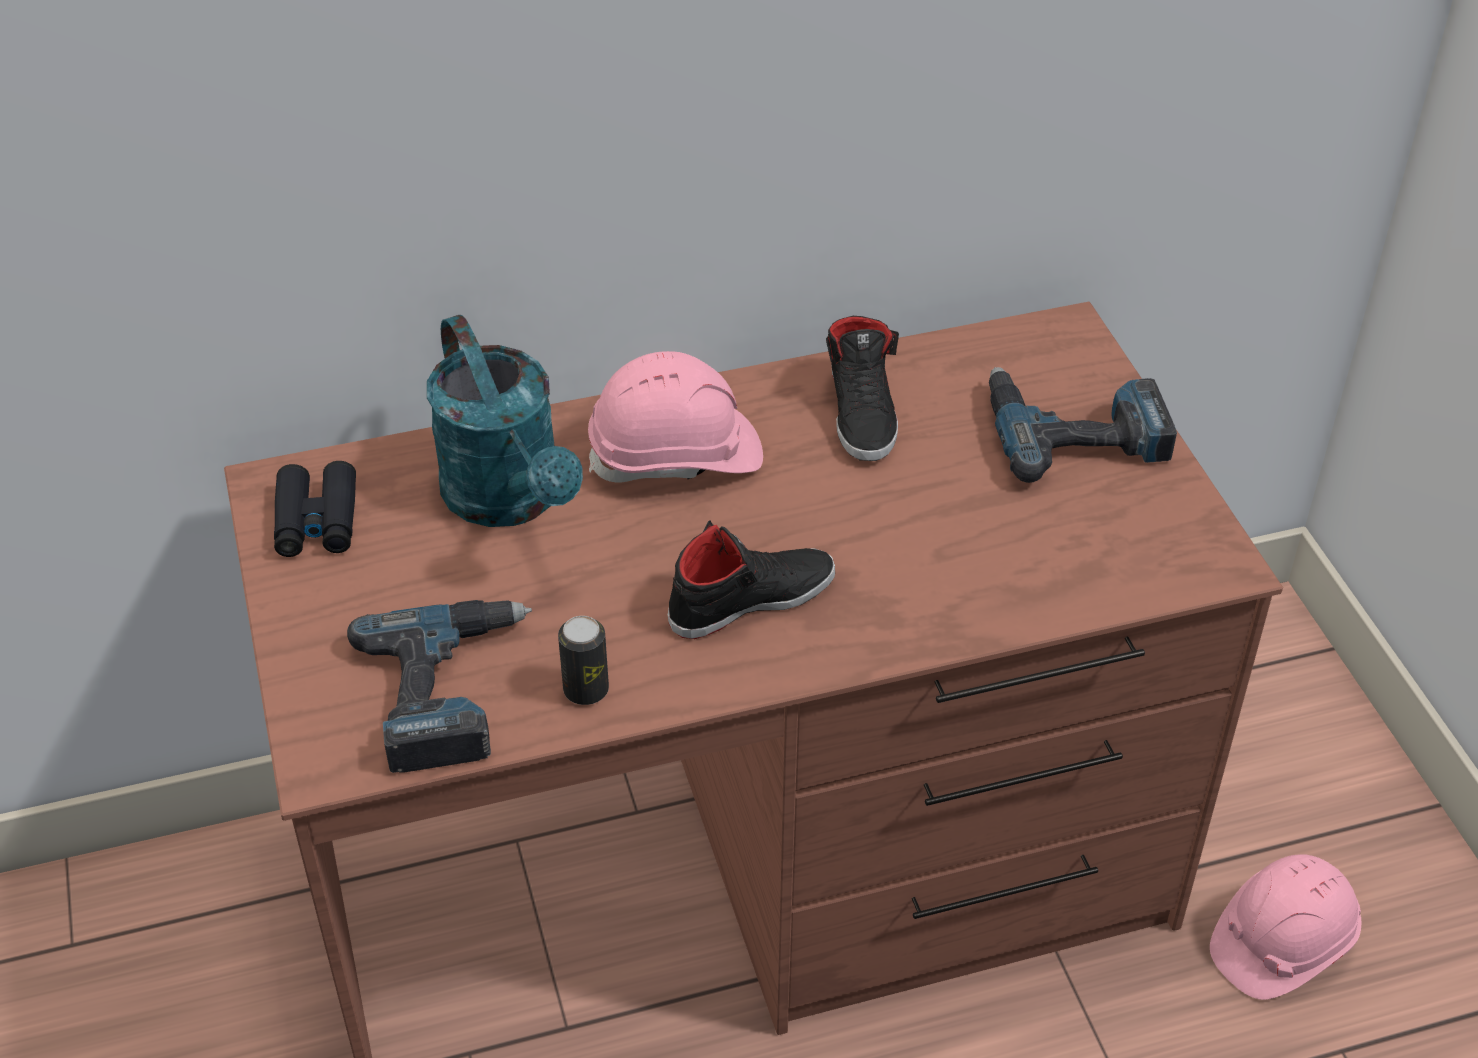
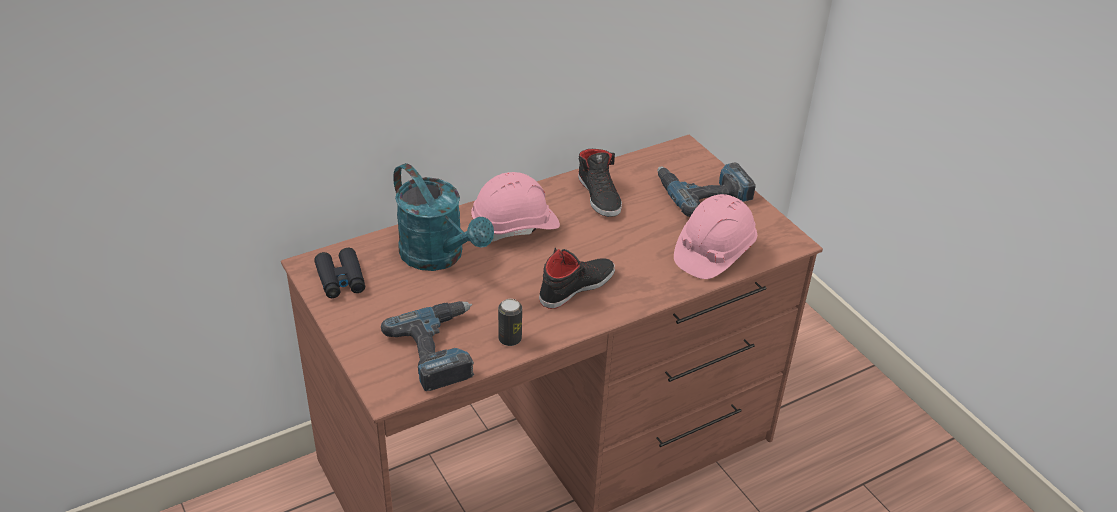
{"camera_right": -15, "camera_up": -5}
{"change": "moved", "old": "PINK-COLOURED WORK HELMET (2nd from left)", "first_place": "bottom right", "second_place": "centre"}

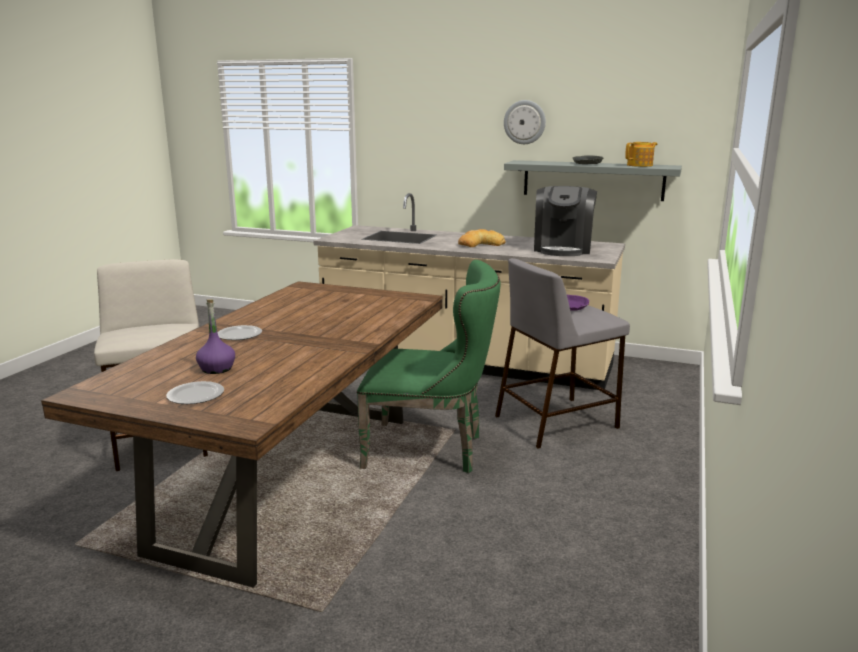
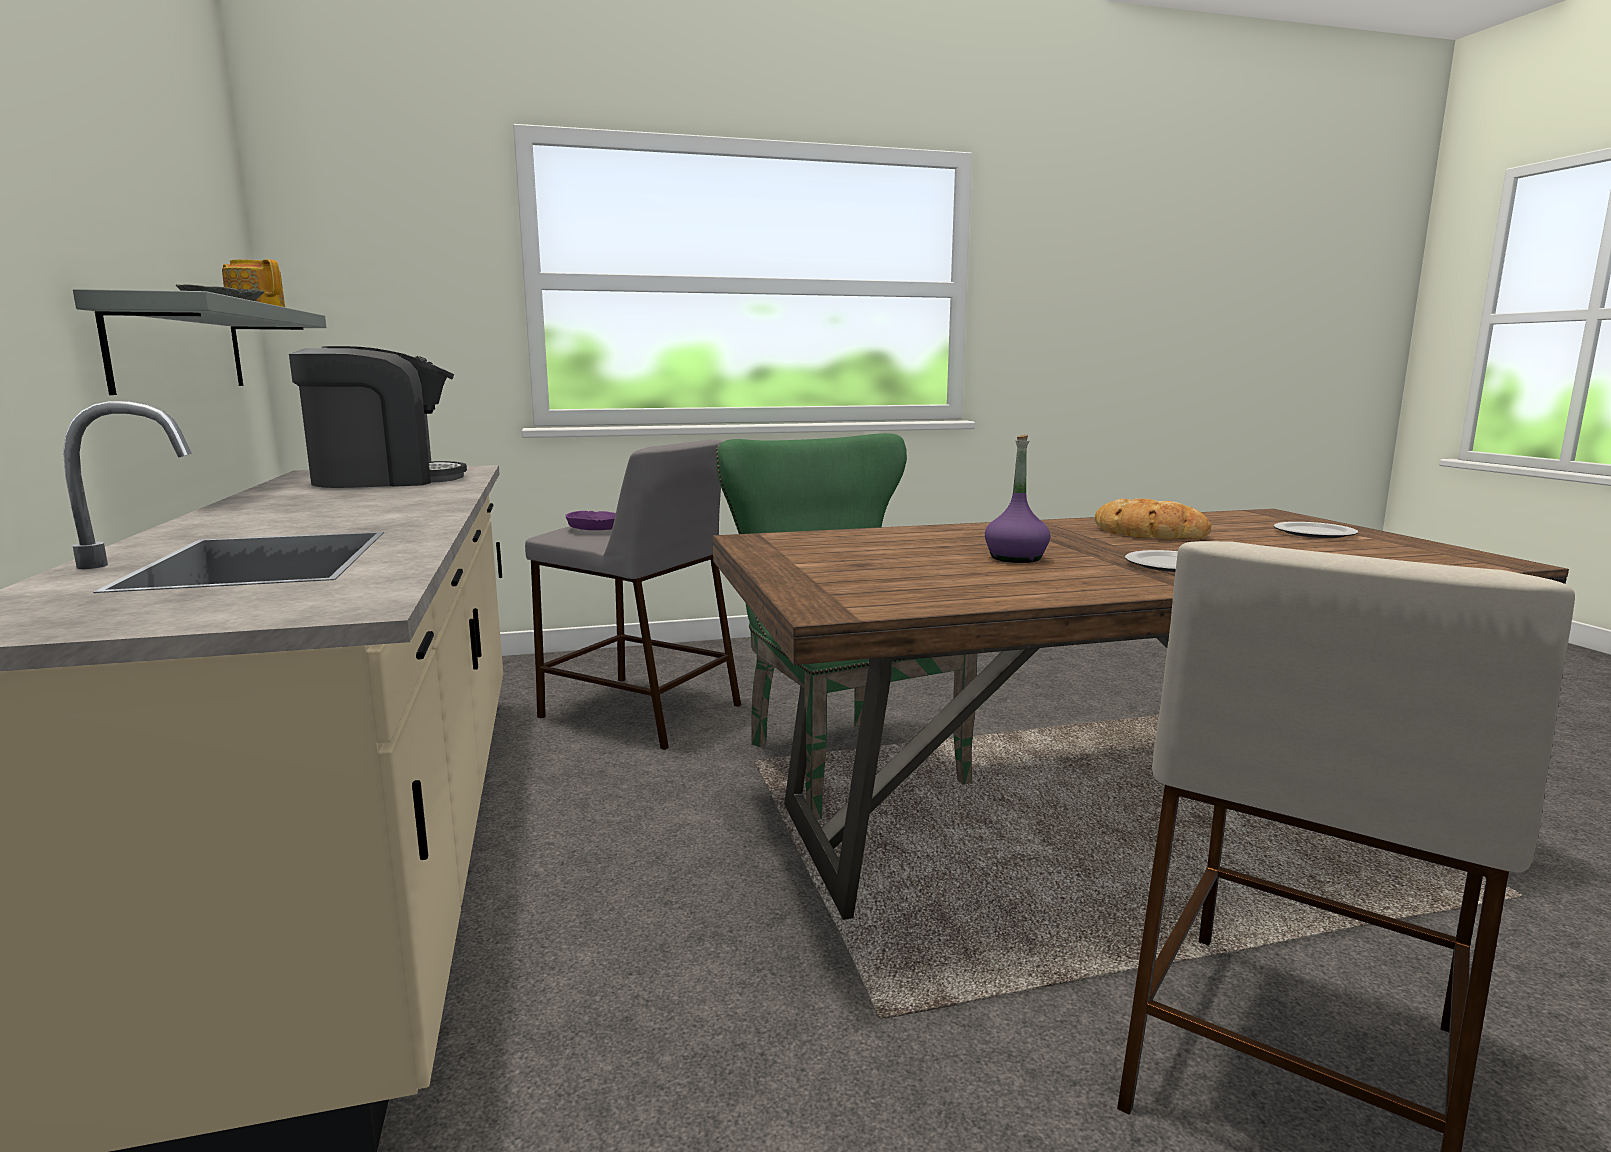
{"camera_right": -125, "camera_up": -5}
{"change": "moved", "old": "PURPLE-COLOURED BOTTLE", "first_place": "middle left", "second_place": "centre"}
{"change": "moved", "old": "BREAD", "first_place": "centre", "second_place": "middle right"}
{"change": "removed", "old": "CLOCK ON THE WALL", "first_place": "top centre"}

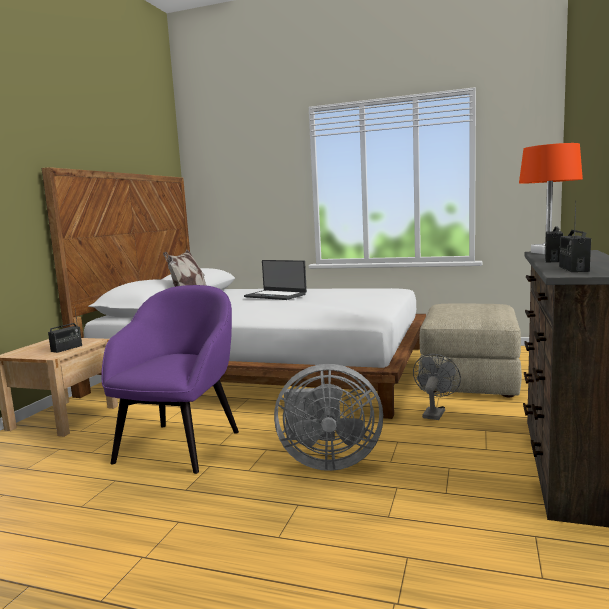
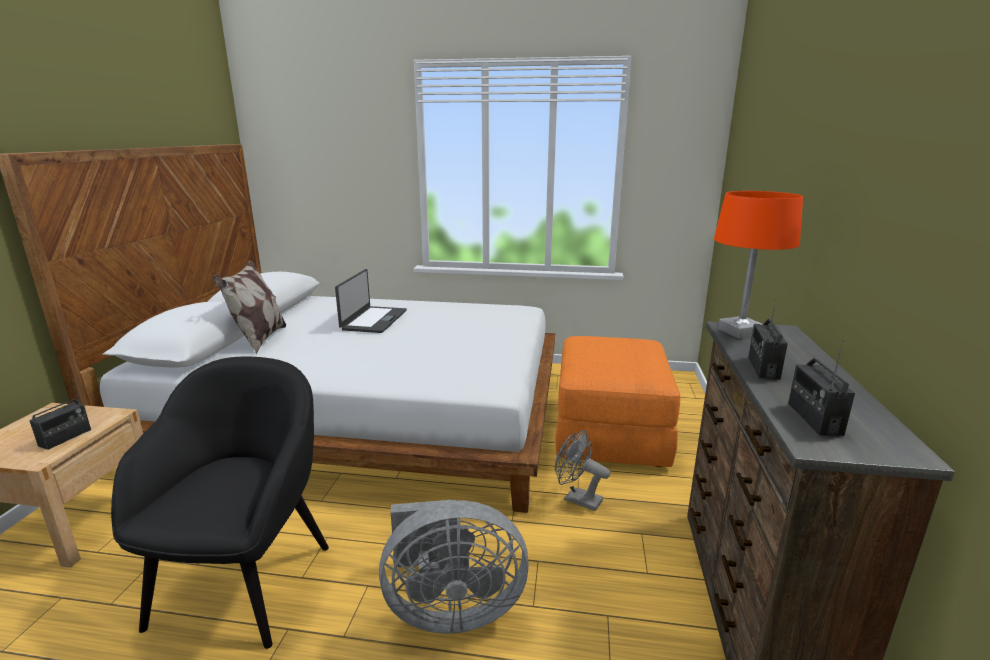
{"camera_right": -10, "camera_up": 10}
{"change": "recoloured", "old": "PURPLE-COLOURED EASY CHAIR", "new": "BLACKISH EASY CHAIR", "first_place": "middle left", "second_place": "bottom left"}
{"change": "turned", "old": "LAPTOP", "first_place": "centre", "second_place": "centre", "degrees": -105}
{"change": "turned", "old": "GREYISH ELECTRIC FAN (2nd from left)", "first_place": "middle right", "second_place": "bottom centre", "degrees": -75}
{"change": "recoloured", "old": "BEIGE-COLOURED FOOTREST", "new": "ORANGE FOOTREST", "first_place": "middle right", "second_place": "centre"}

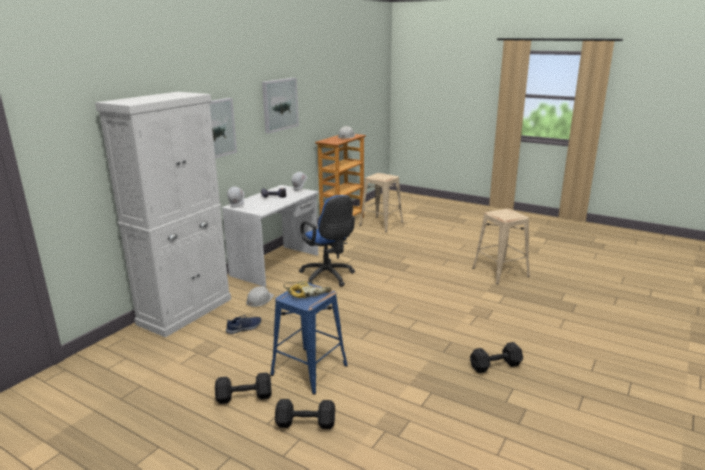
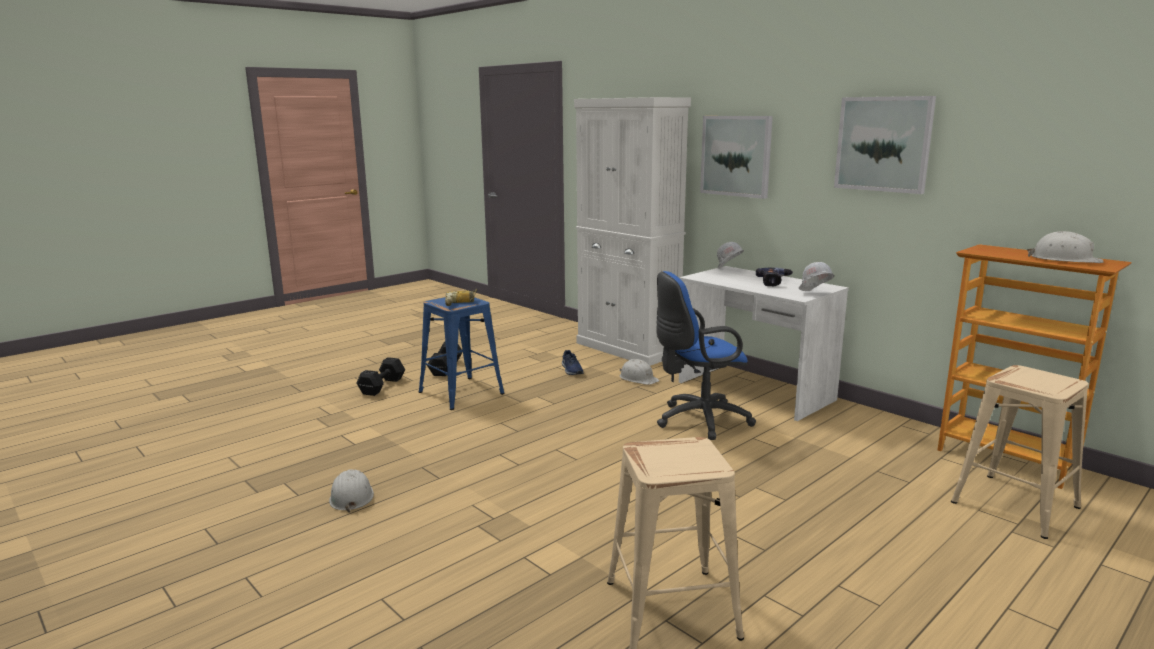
{"camera_right": 105, "camera_up": -5}
{"change": "replaced", "old": "BLACKISH DUMBBELL (3rd from left)", "new": "WHITISH WORK HELMET (1st from left)", "first_place": "bottom right", "second_place": "bottom left"}

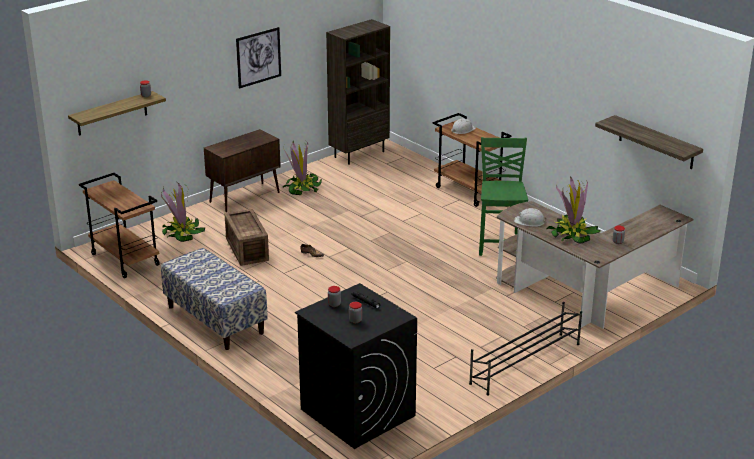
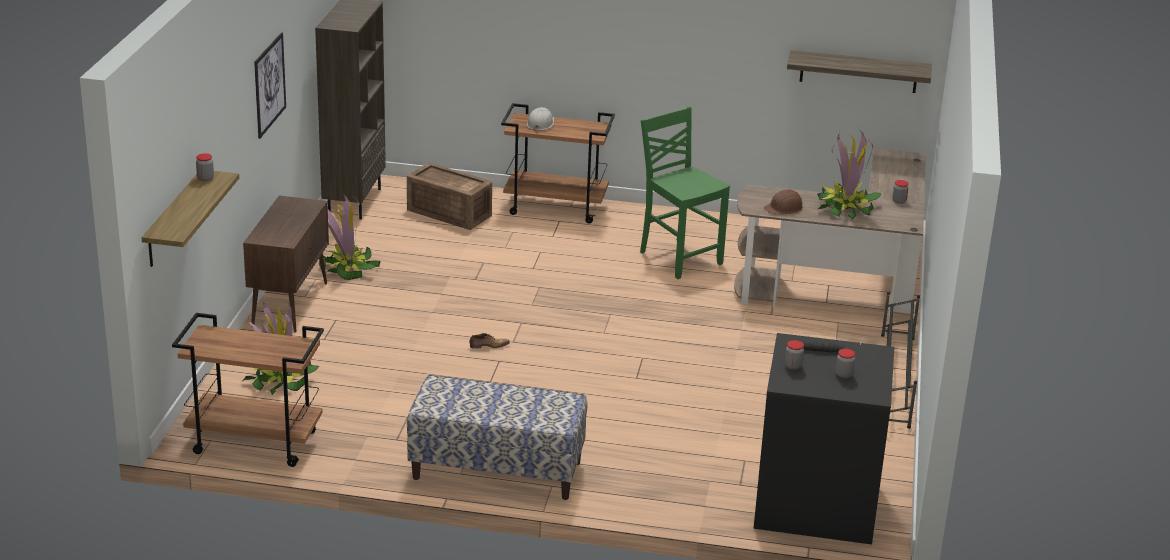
{"camera_right": -40, "camera_up": 0}
{"change": "moved", "old": "CRATE", "first_place": "middle left", "second_place": "centre"}
{"change": "recoloured", "old": "WHITISH WORK HELMET (2nd from left)", "new": "BROWNISH WORK HELMET", "first_place": "middle right", "second_place": "middle right"}

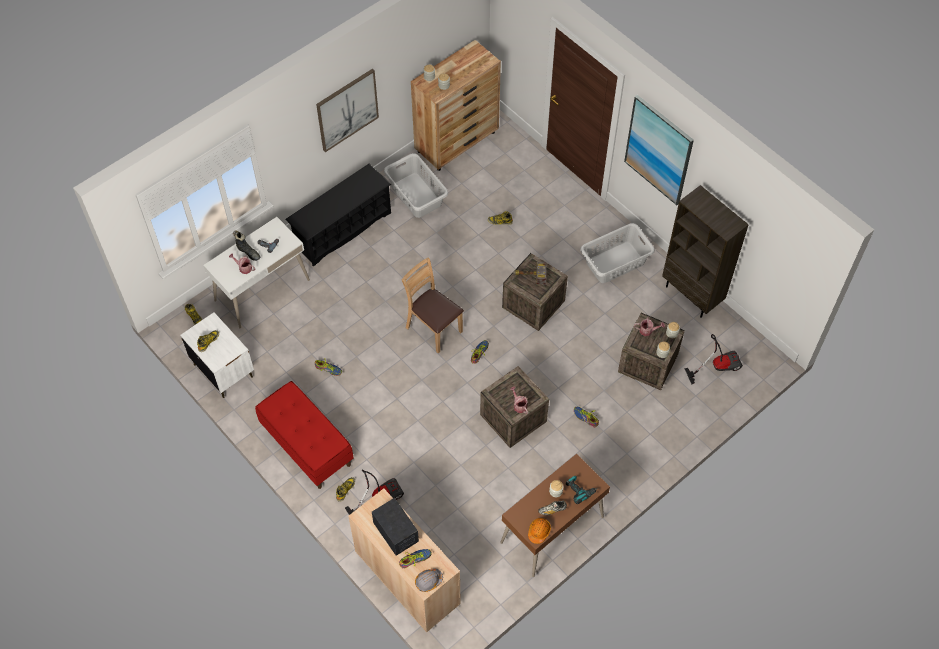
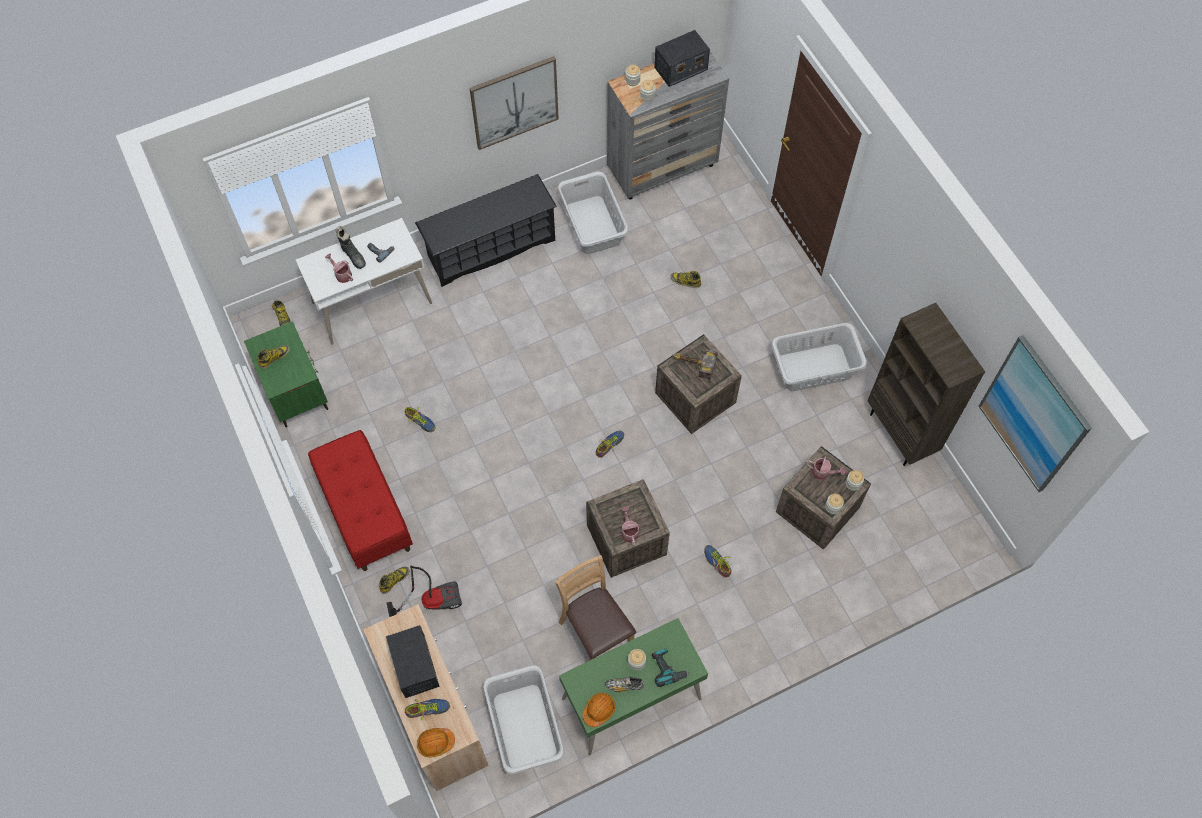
{"camera_right": 15, "camera_up": 5}
{"change": "recoloured", "old": "WHITISH BEDSIDE TABLE", "new": "GREEN-COLOURED BEDSIDE TABLE", "first_place": "middle left", "second_place": "middle left"}
{"change": "moved", "old": "BROWNISH PLAIN CHAIR", "first_place": "centre", "second_place": "bottom centre"}
{"change": "recoloured", "old": "BROWNISH DRAWER CHEST", "new": "GREYISH DRAWER CHEST", "first_place": "top centre", "second_place": "top centre"}
{"change": "recoloured", "old": "GREYISH WORK HELMET", "new": "ORANGE WORK HELMET (1st from left)", "first_place": "bottom centre", "second_place": "bottom centre"}
{"change": "recoloured", "old": "BROWNISH DESK", "new": "GREEN-COLOURED DESK", "first_place": "bottom centre", "second_place": "bottom centre"}
{"change": "moved", "old": "WALL ART (2nd from left)", "first_place": "top right", "second_place": "middle right"}
{"change": "removed", "old": "VACUUM CLEANER (2nd from left)", "first_place": "middle right"}
{"change": "added", "new": "GREYISH LAUNDRY BASKET (1st from left)", "second_place": "bottom centre"}
{"change": "added", "new": "RADIO (2nd from left)", "second_place": "top centre"}

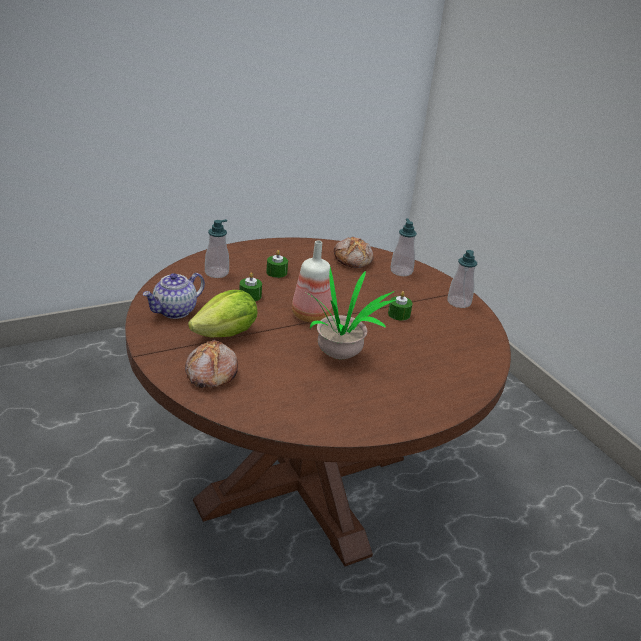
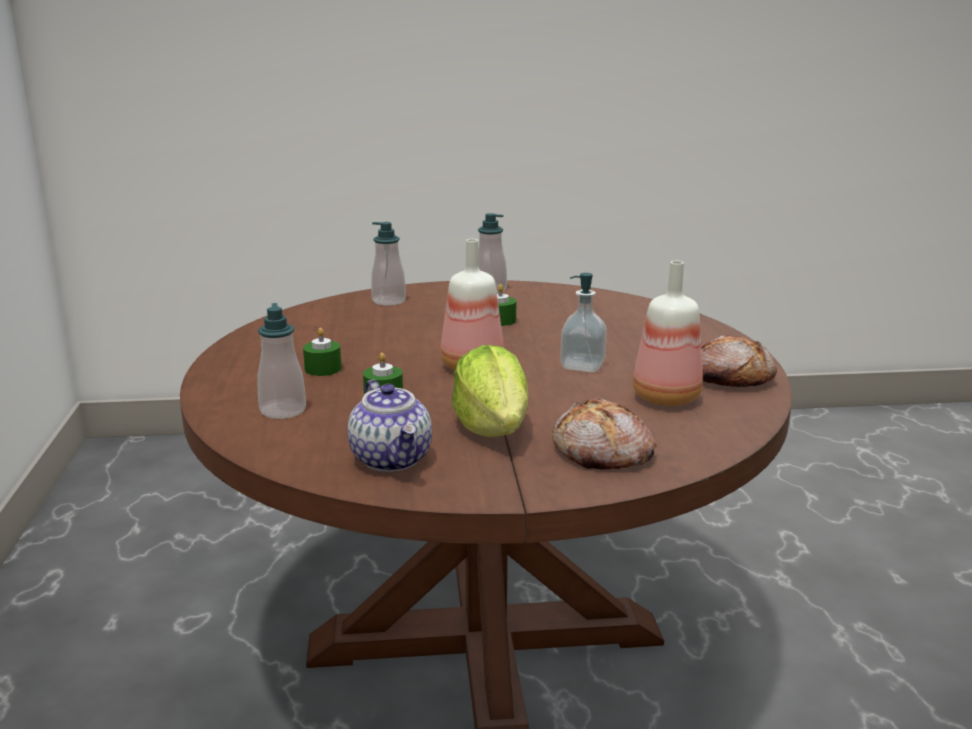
{"camera_right": -65, "camera_up": -10}
{"change": "replaced", "old": "POTTED PLANT", "new": "SOAP DISPENSER (4th from left)", "first_place": "centre", "second_place": "centre"}
{"change": "moved", "old": "BREAD (2nd from left)", "first_place": "centre", "second_place": "middle right"}
{"change": "added", "new": "BOTTLE (2nd from left)", "second_place": "middle right"}

